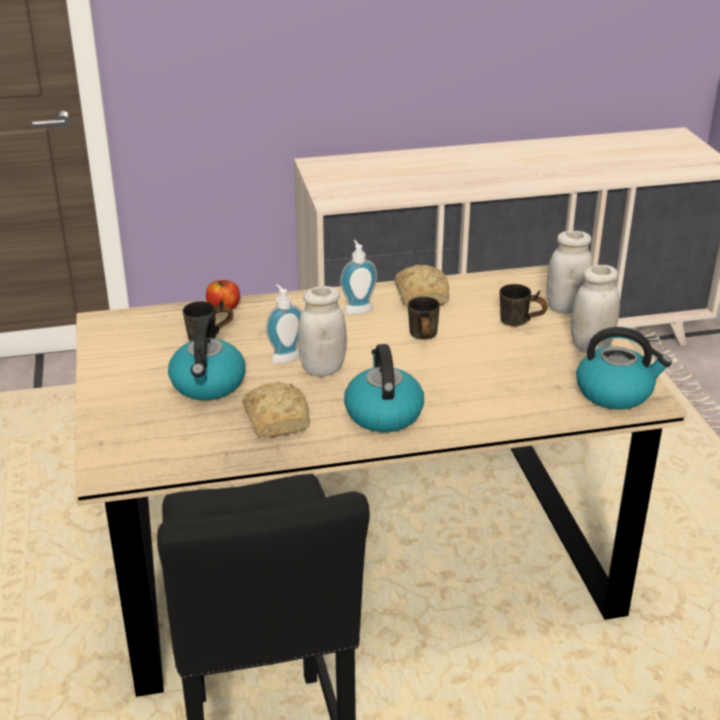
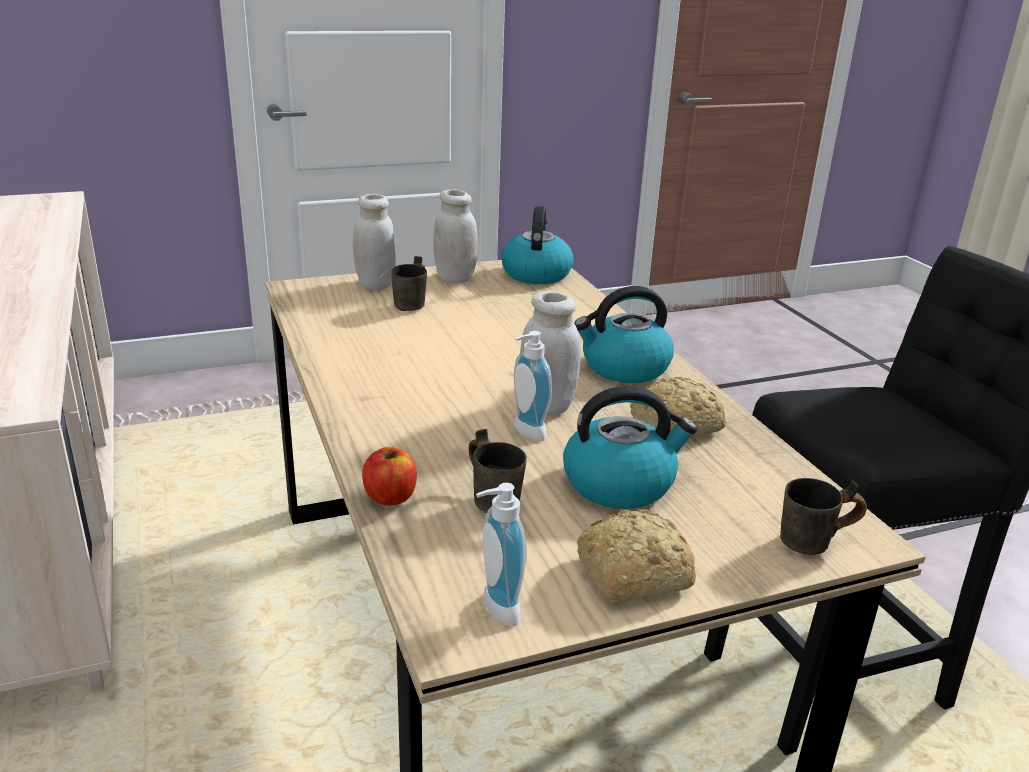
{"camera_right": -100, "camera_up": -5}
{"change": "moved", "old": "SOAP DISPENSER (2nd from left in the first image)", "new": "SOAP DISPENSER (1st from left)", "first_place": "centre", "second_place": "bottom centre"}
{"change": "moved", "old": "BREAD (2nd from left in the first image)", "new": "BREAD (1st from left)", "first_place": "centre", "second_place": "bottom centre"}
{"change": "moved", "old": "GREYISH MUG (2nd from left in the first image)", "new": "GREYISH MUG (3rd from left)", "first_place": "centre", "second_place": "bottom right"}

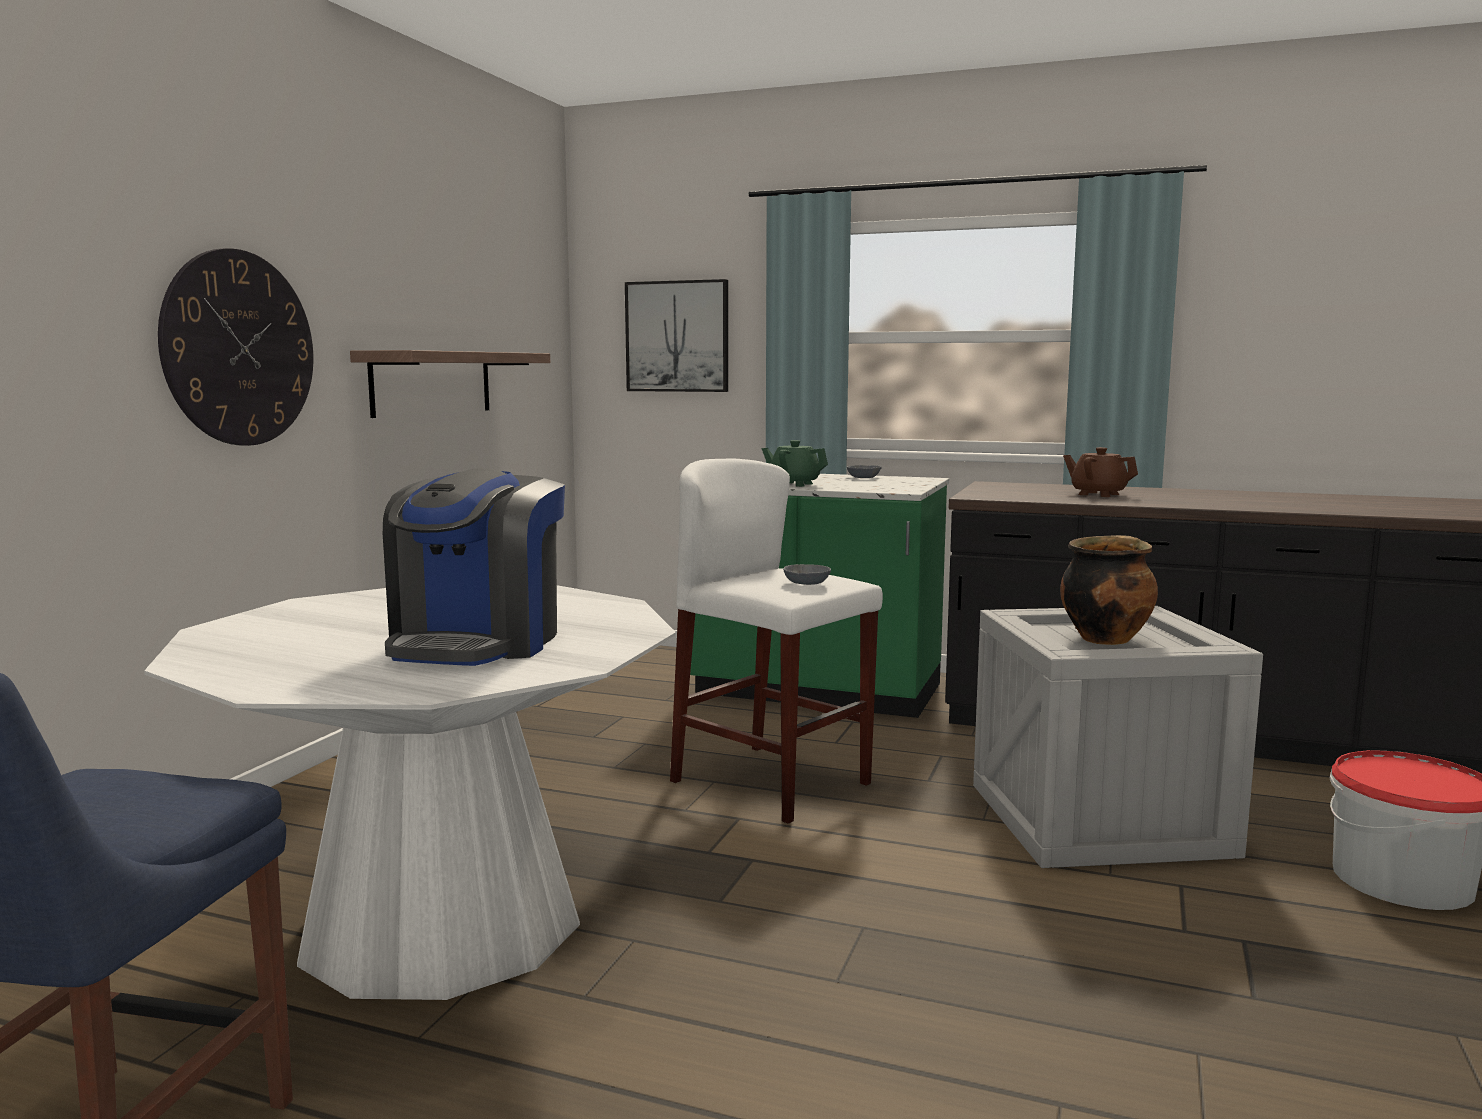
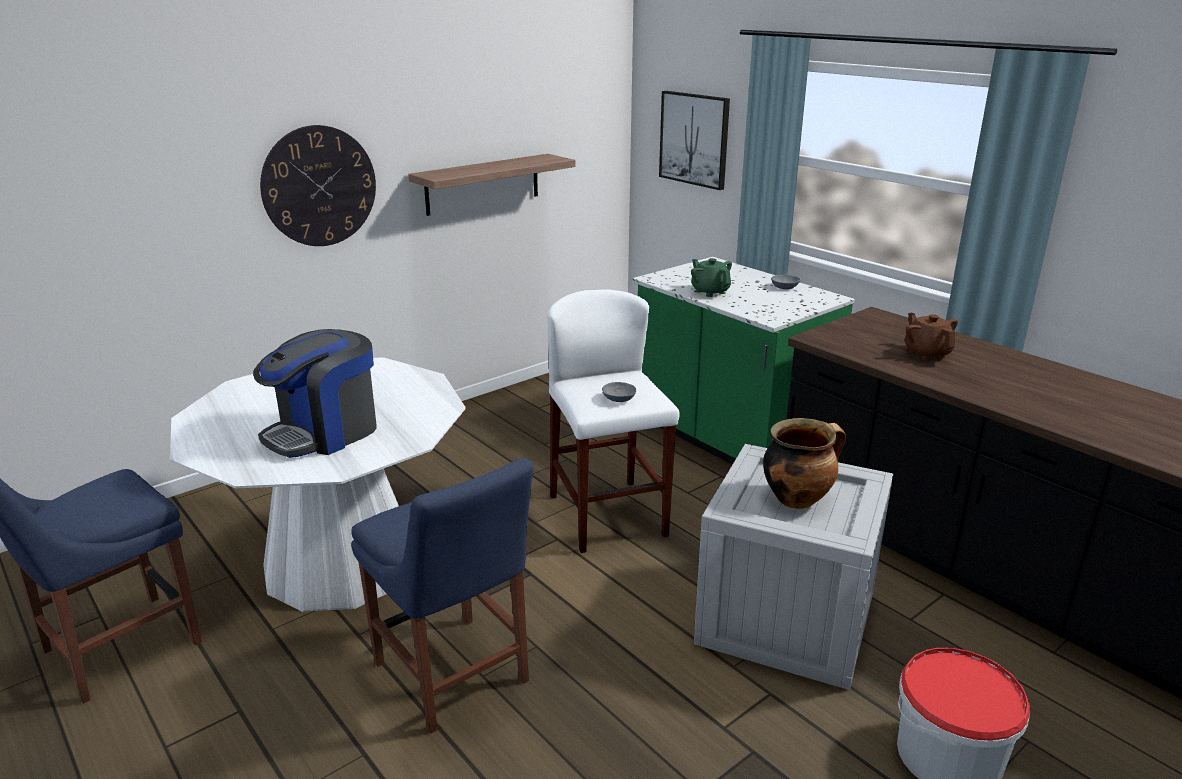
{"camera_right": 30, "camera_up": 15}
{"change": "added", "new": "BLUE-COLOURED PLAIN CHAIR (2nd from left)", "second_place": "bottom centre"}

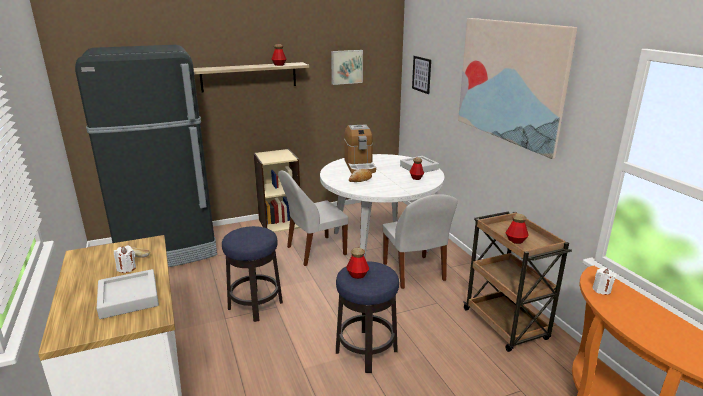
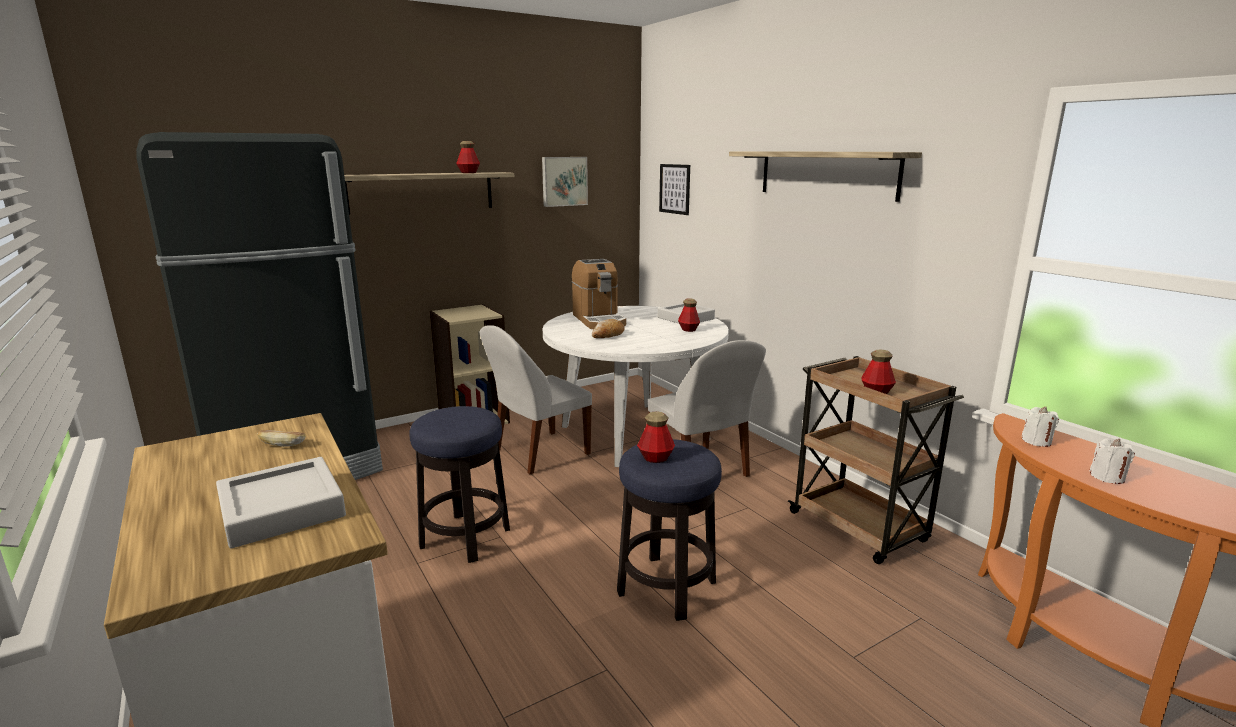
{"camera_right": -10, "camera_up": -5}
{"change": "moved", "old": "WHITISH CANDLE (1st from left in the first image)", "new": "WHITISH CANDLE (2nd from left)", "first_place": "middle left", "second_place": "middle right"}
{"change": "replaced", "old": "WALL ART (3rd from left)", "new": "BRACKET SHELF (2nd from left)", "first_place": "top right", "second_place": "top right"}

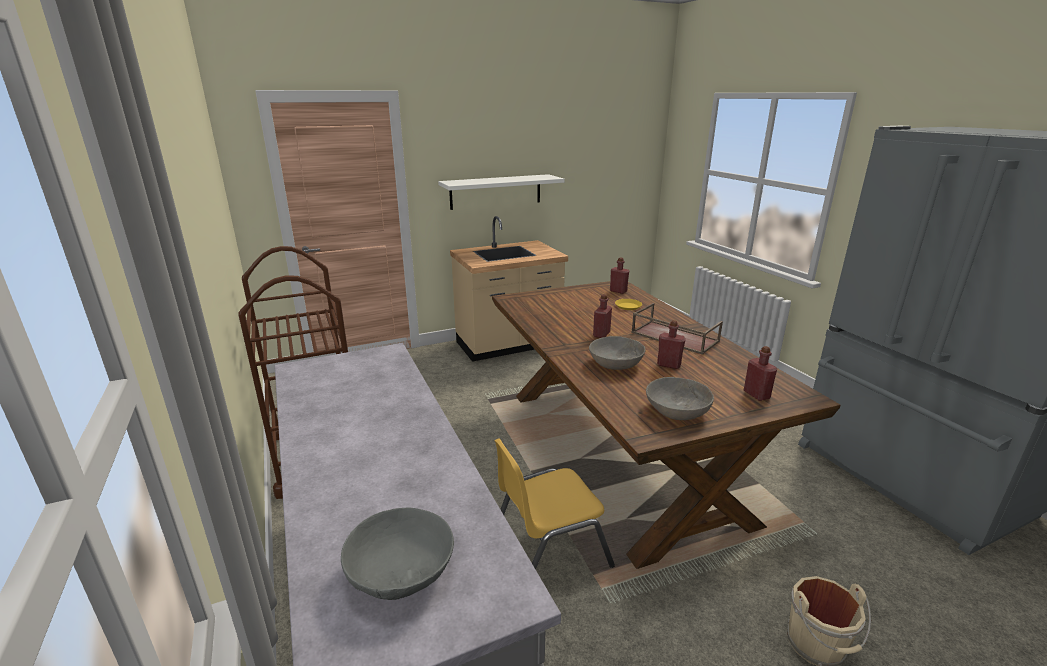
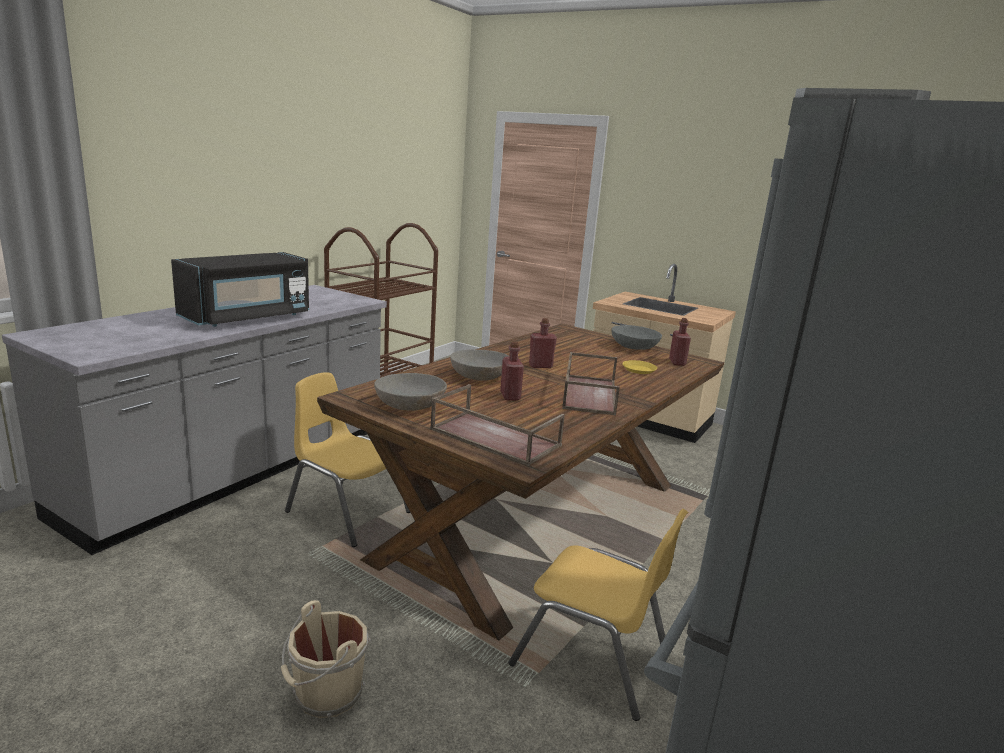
{"camera_right": 55, "camera_up": -5}
{"change": "moved", "old": "GREYISH BOWL (1st from left in the first image)", "new": "GREYISH BOWL (3rd from left)", "first_place": "bottom centre", "second_place": "centre"}
{"change": "removed", "old": "WHITISH BRACKET SHELF", "first_place": "top centre"}
{"change": "replaced", "old": "REDDISH BOTTLE (4th from left)", "new": "BROWNISH CARRYING TRAY (1st from left)", "first_place": "middle right", "second_place": "centre"}
{"change": "added", "new": "BLACKISH MICROWAVE", "second_place": "middle left"}
{"change": "added", "new": "YELLOWISH PLAIN CHAIR (2nd from left)", "second_place": "bottom centre"}

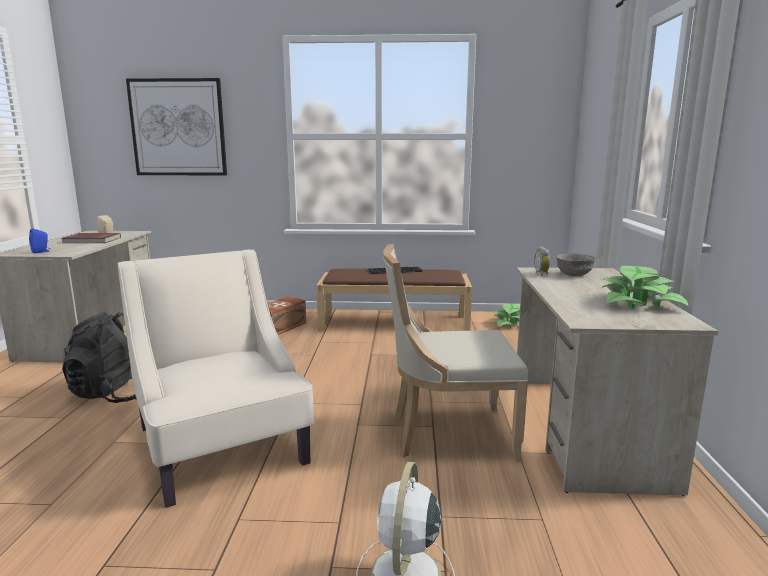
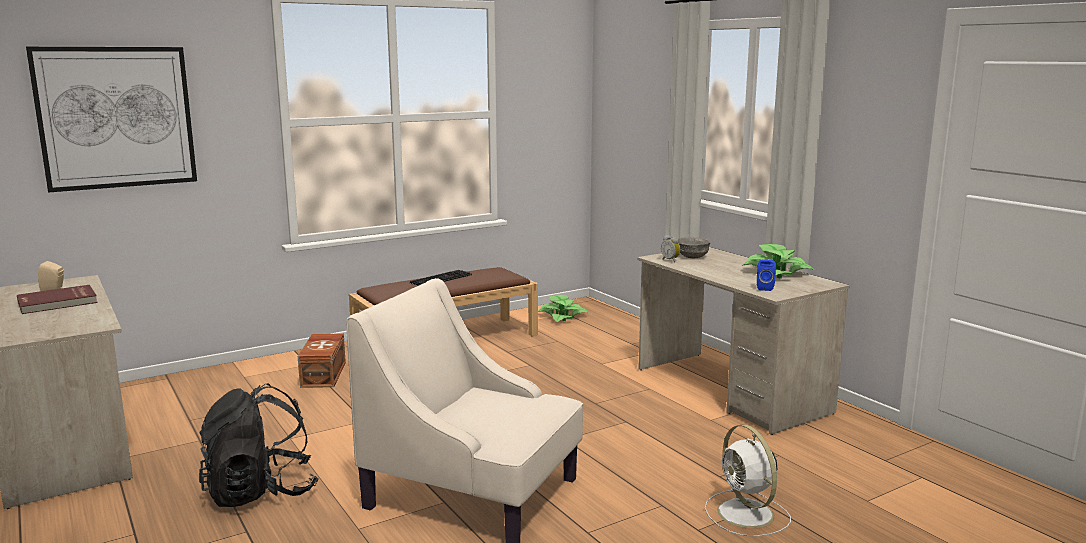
{"camera_right": -35, "camera_up": 0}
{"change": "moved", "old": "BLUE-COLOURED AUDIO SPEAKER", "first_place": "middle left", "second_place": "middle right"}
{"change": "removed", "old": "BEIGE-COLOURED PLAIN CHAIR", "first_place": "centre"}

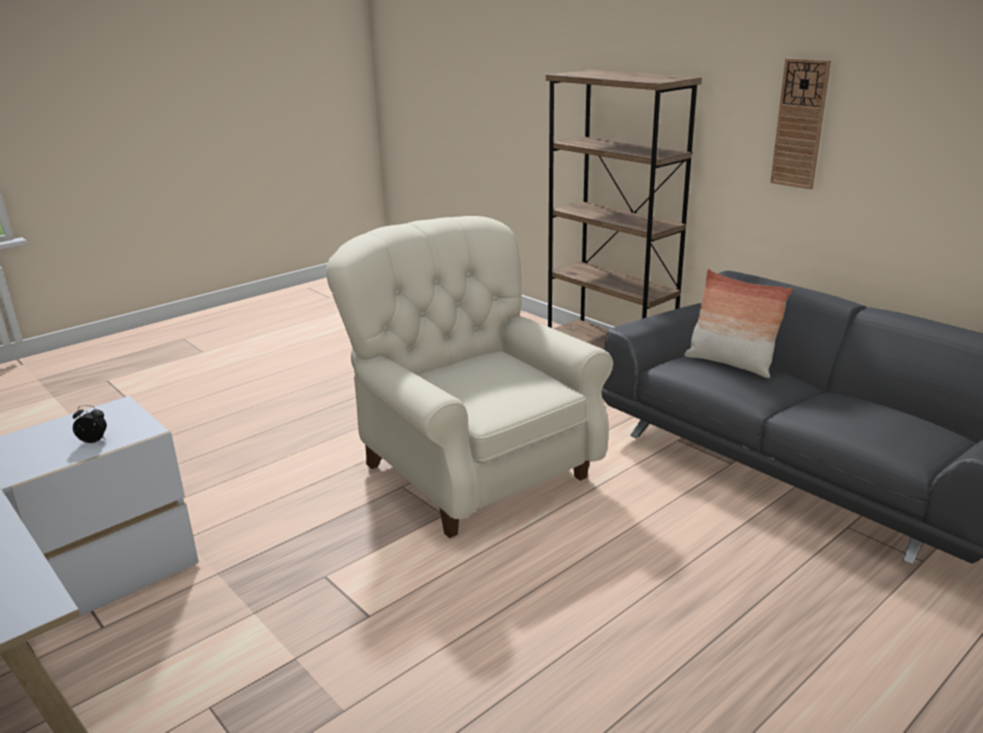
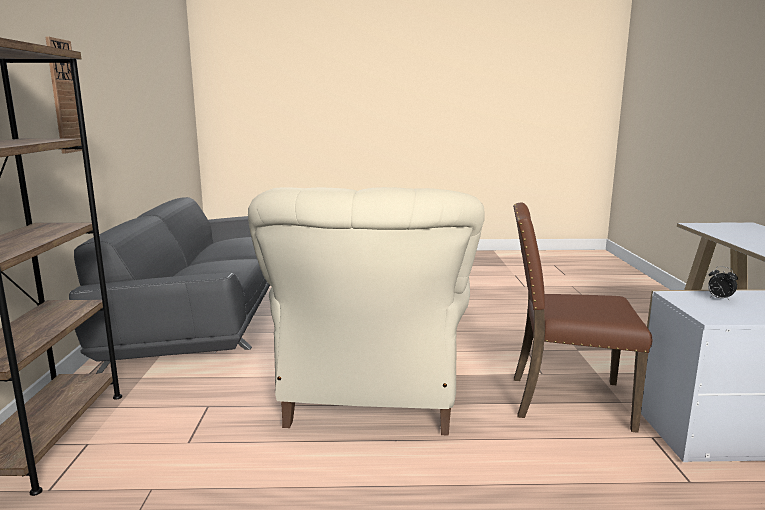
{"camera_right": -140, "camera_up": -10}
{"change": "removed", "old": "PILLOW", "first_place": "middle right"}
{"change": "added", "new": "BROWNISH PLAIN CHAIR", "second_place": "middle right"}

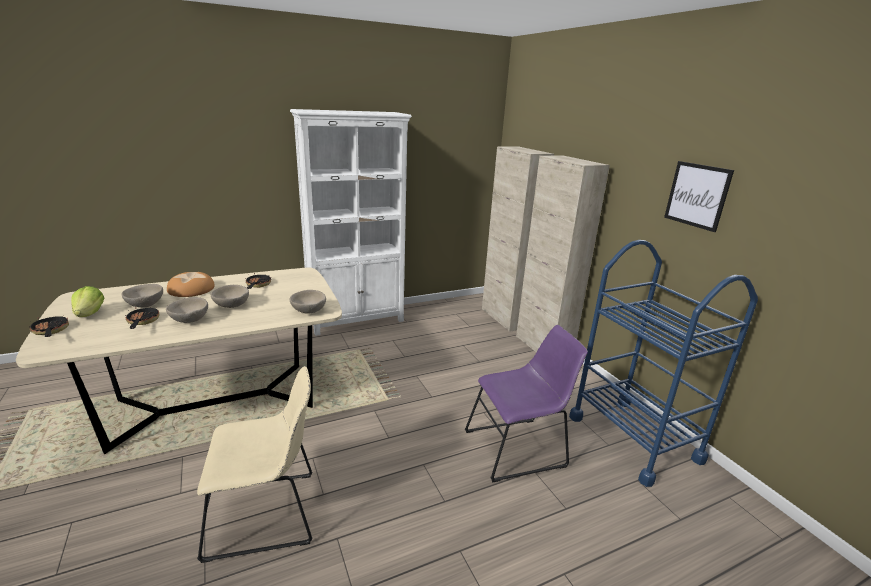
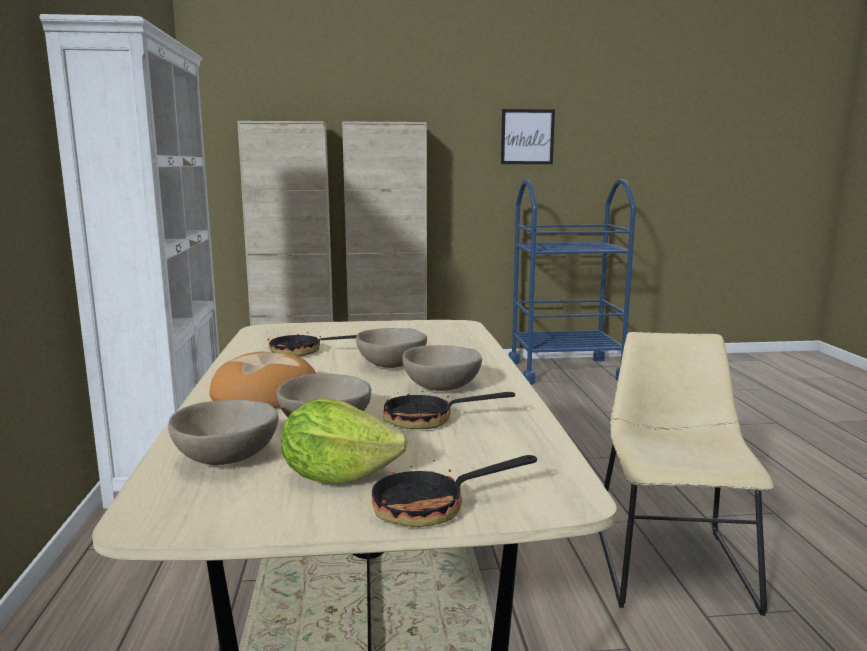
{"camera_right": -70, "camera_up": -10}
{"change": "moved", "old": "BEIGE-COLOURED BOWL (4th from left in the first image)", "new": "BEIGE-COLOURED BOWL (1st from left)", "first_place": "centre", "second_place": "middle left"}
{"change": "removed", "old": "PURPLE-COLOURED PLAIN CHAIR", "first_place": "bottom centre"}

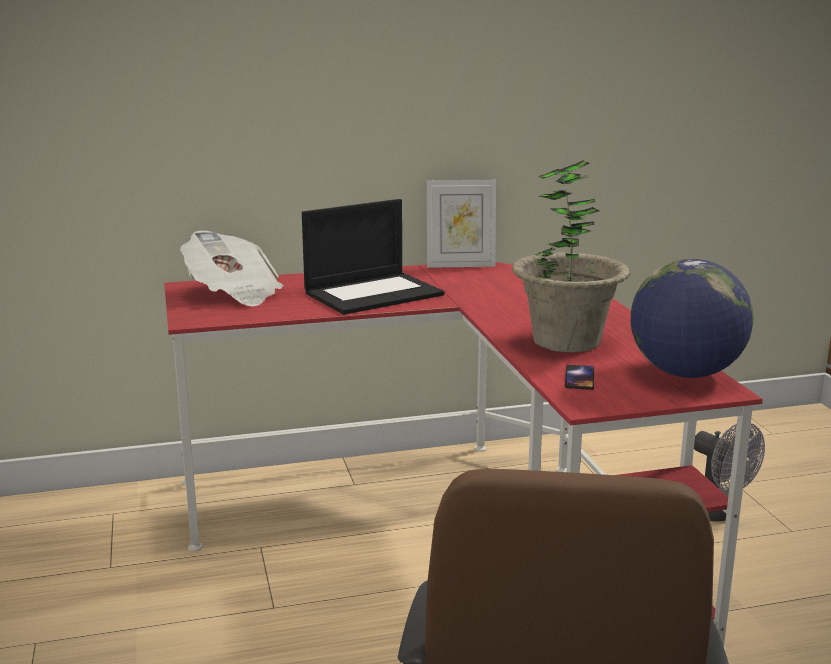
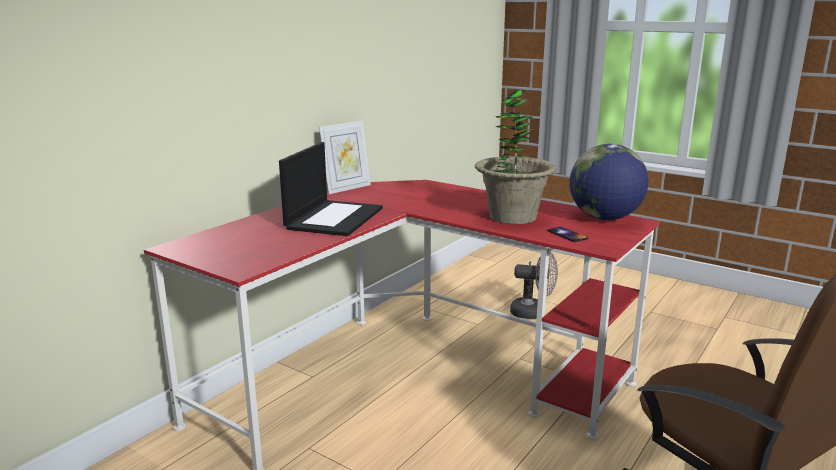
{"camera_right": -40, "camera_up": 0}
{"change": "removed", "old": "NEWSPAPER", "first_place": "middle left"}

